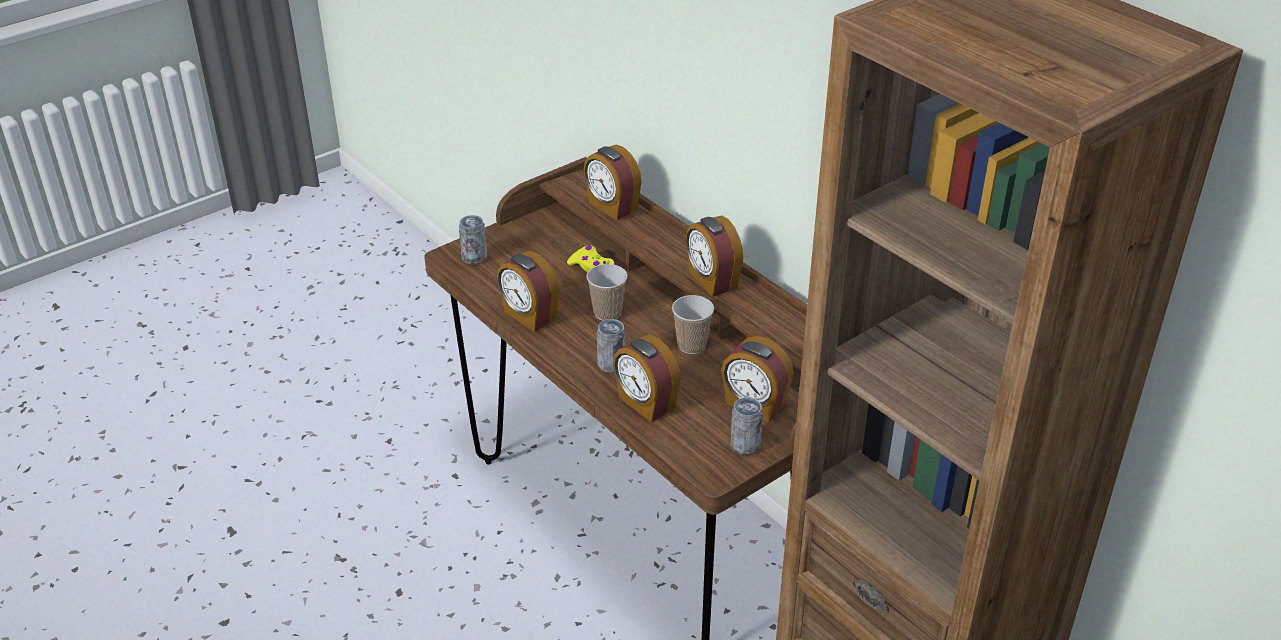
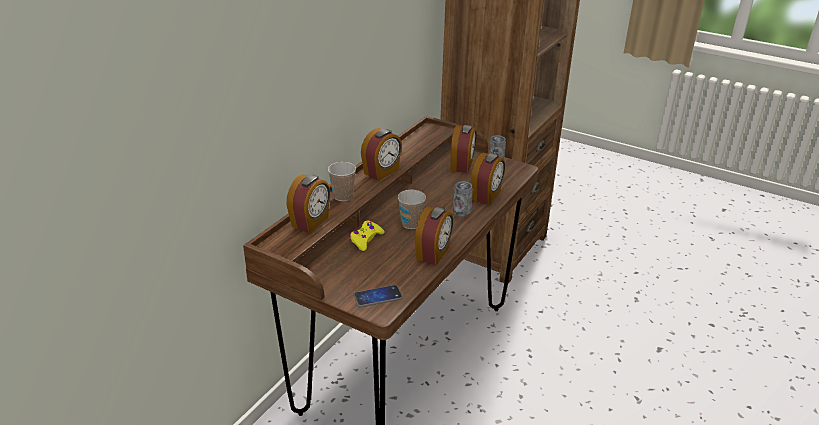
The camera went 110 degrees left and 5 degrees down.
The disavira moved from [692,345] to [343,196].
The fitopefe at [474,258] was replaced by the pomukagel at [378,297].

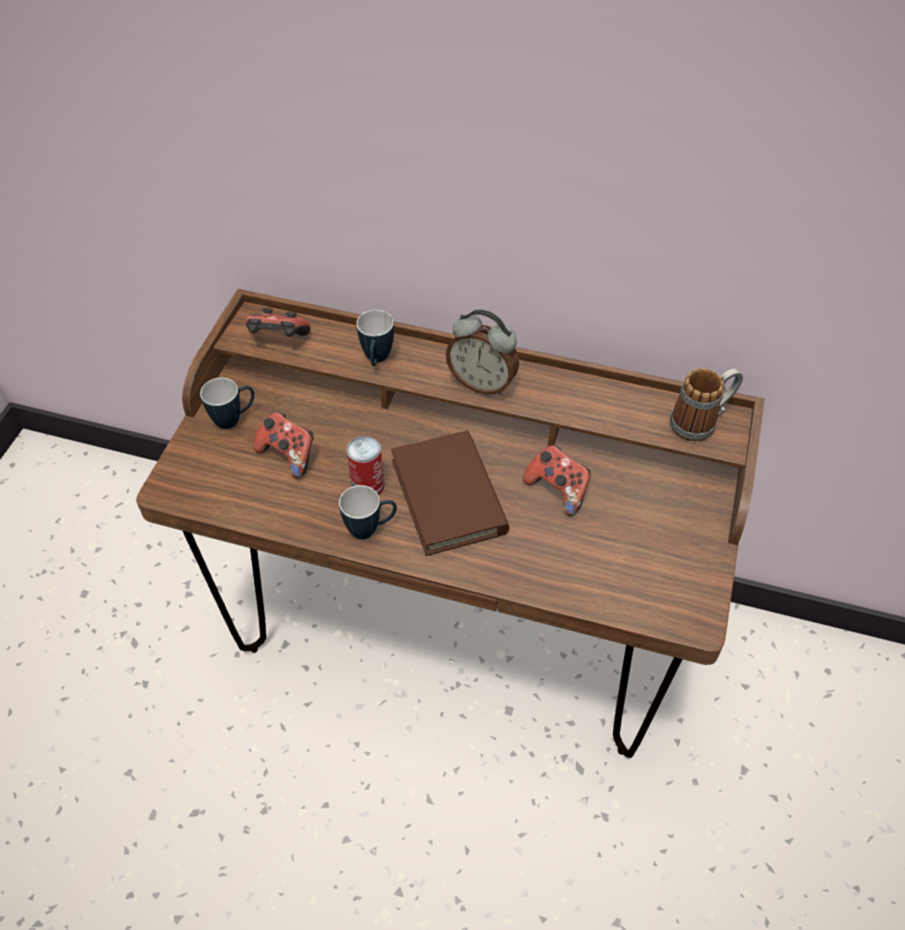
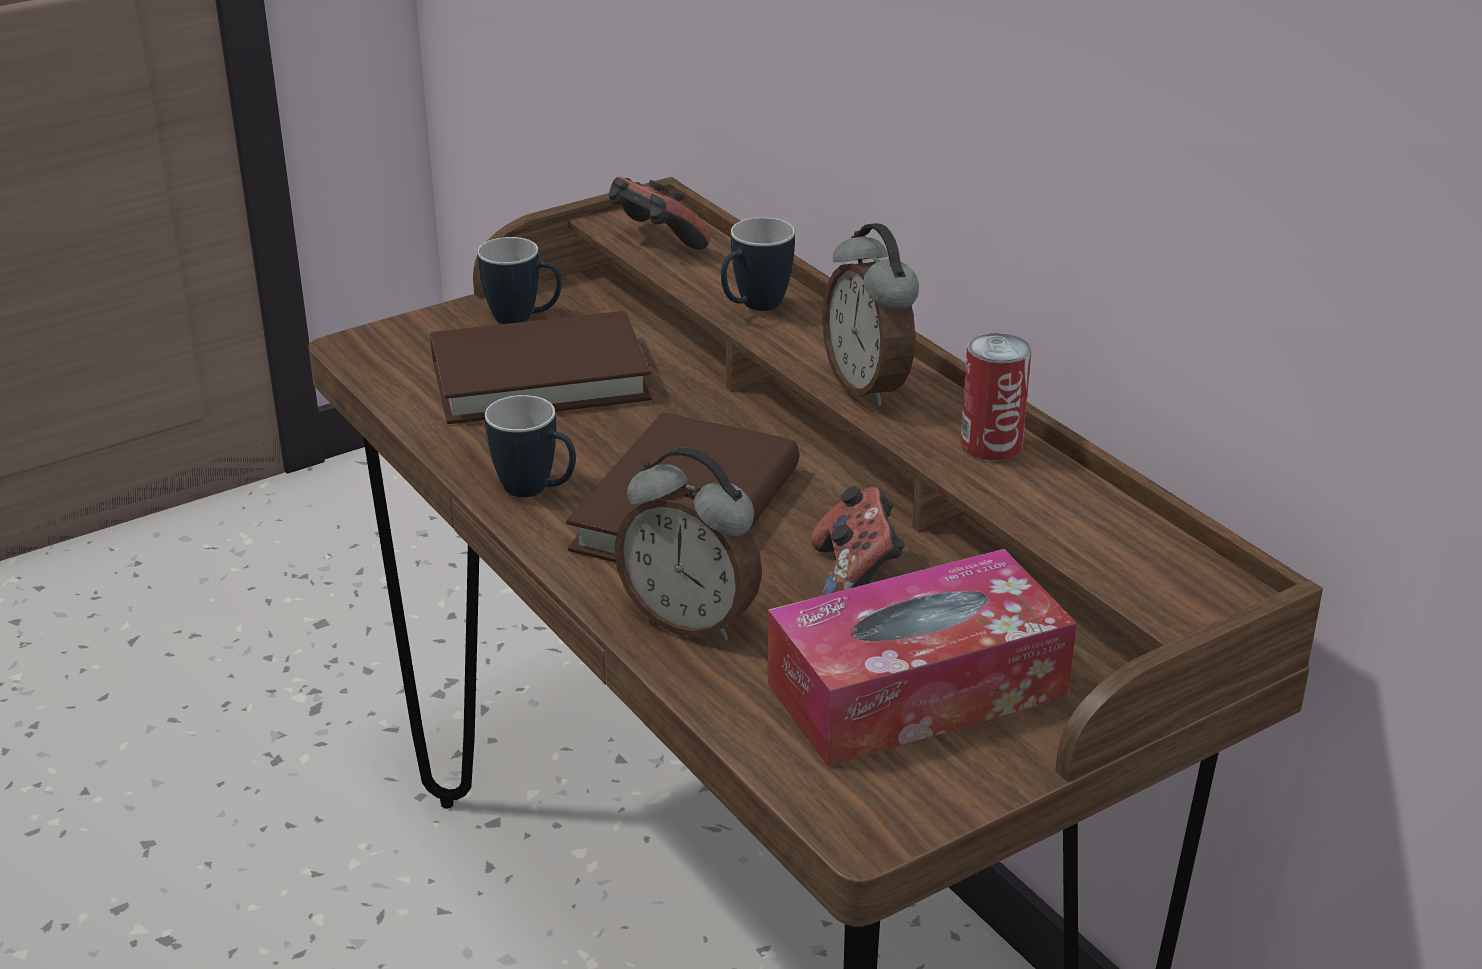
The camera went 40 degrees right and 20 degrees down.
The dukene at [288,455] was replaced by the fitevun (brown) at [539,378].
The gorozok at [691,620] appeared.
The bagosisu at [917,690] appeared.
The fitopefe moved from [368,485] to [991,444].
The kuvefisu at [701,422] disappeared.

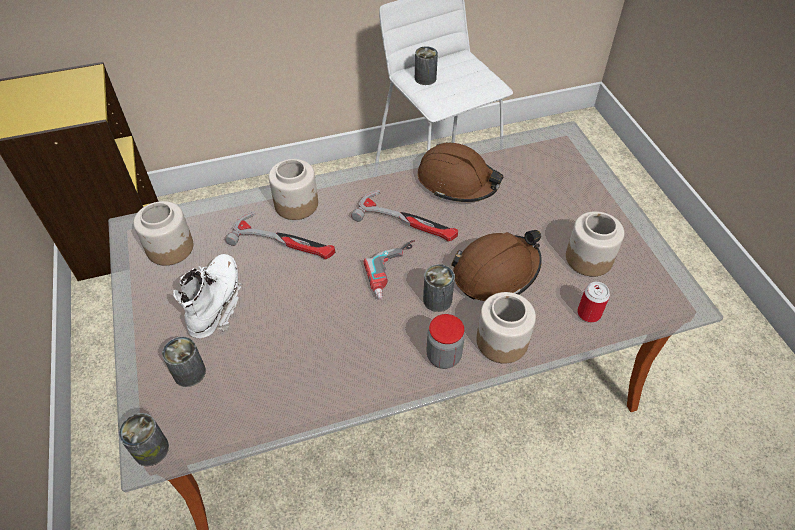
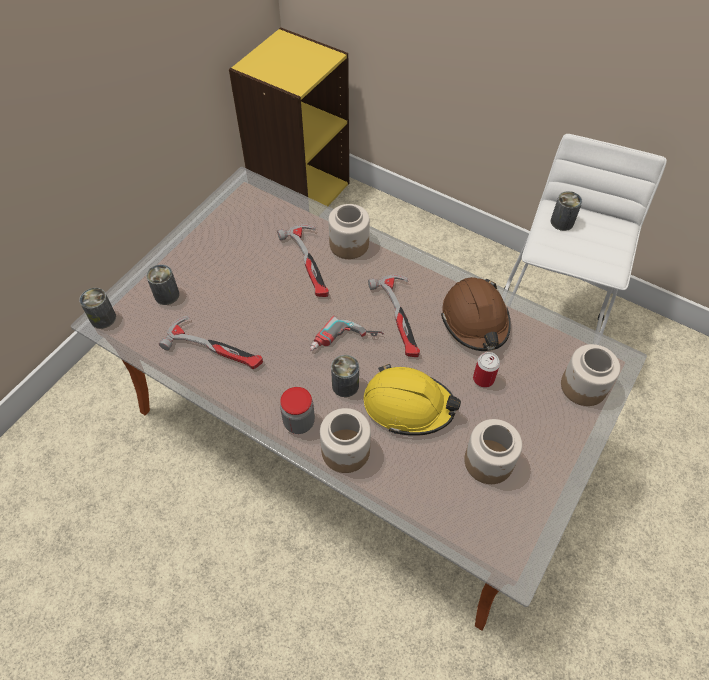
The camera went 50 degrees right and 5 degrees up.
The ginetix at [216,348] appeared.
The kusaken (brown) at [496,272] became the kusaken (yellow) at [408,405].
The fitopefe moved from [589,313] to [483,379].
The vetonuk moved from [171,248] to [584,387].
The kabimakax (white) at [216,305] disappeared.

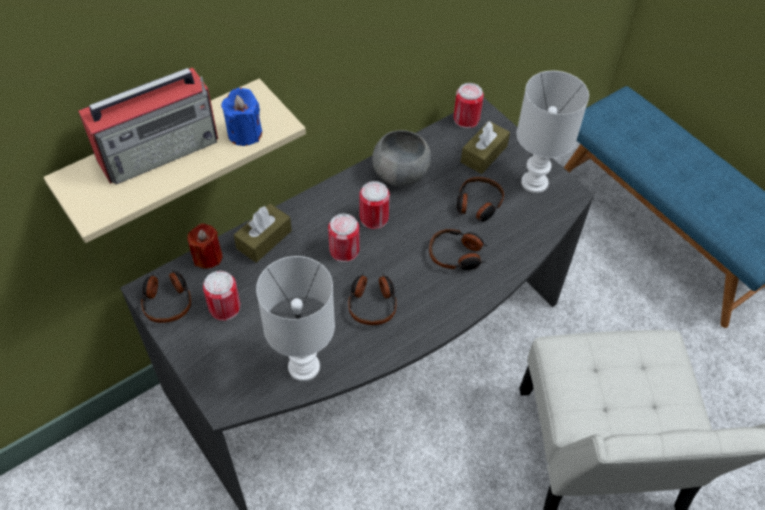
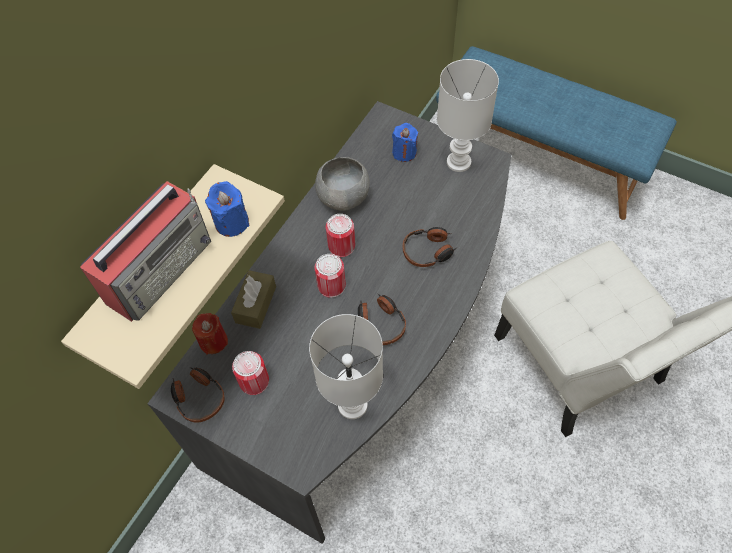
The camera went 20 degrees left and 5 degrees up.
The bagosisu (brown) at [484,154] was replaced by the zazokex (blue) at [404,152].
The fitopefe at [466,119] disappeared.
The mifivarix at [478,205] disappeared.

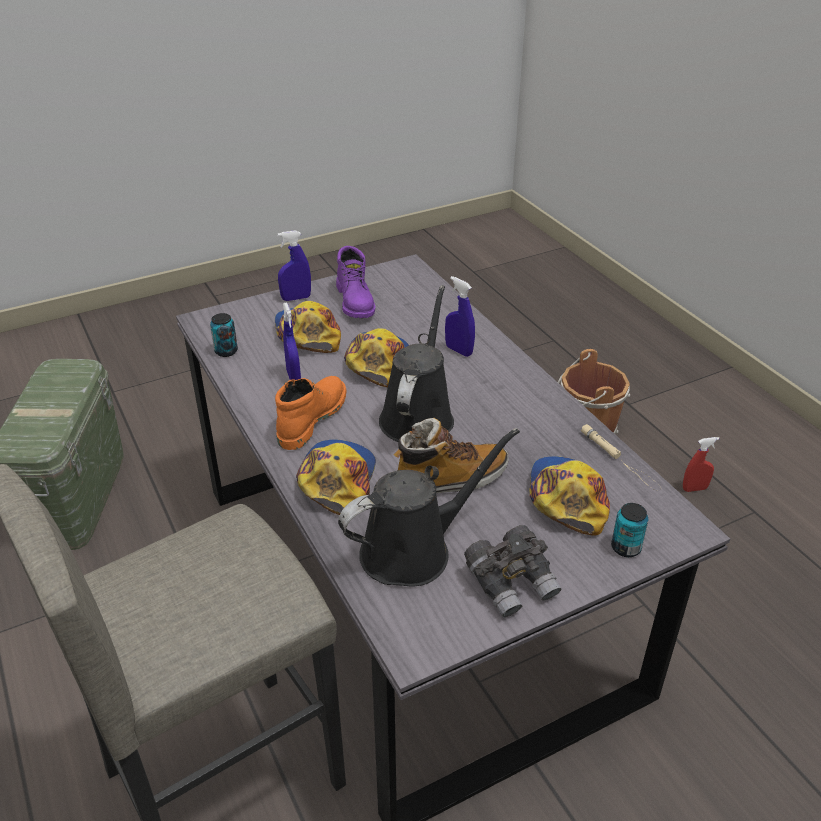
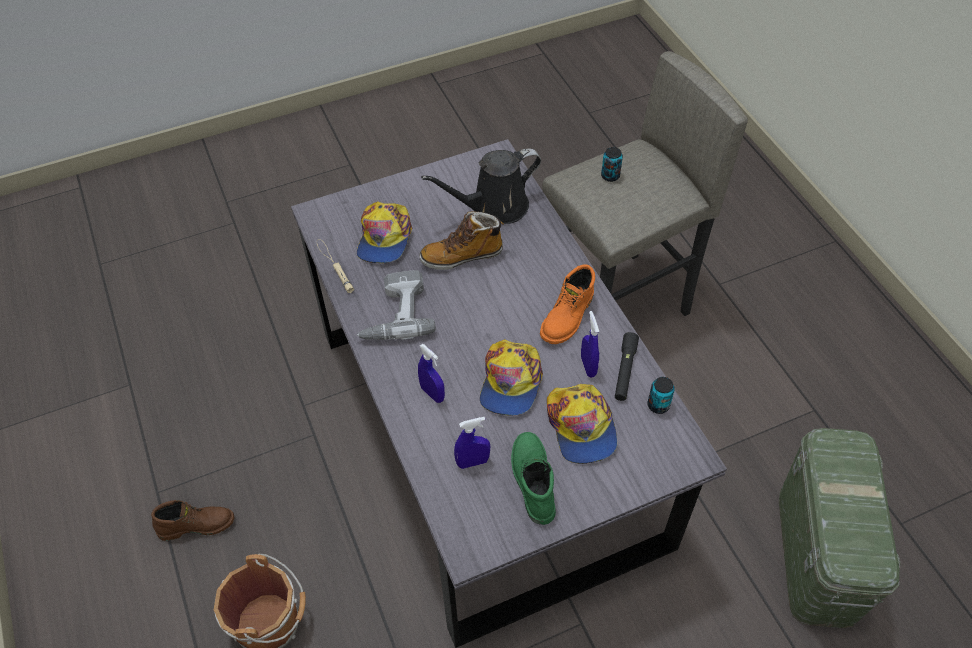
The camera went 175 degrees left and 15 degrees up.
The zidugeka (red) at [694,488] was replaced by the kabimakax (brown) at [197,524].
The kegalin at [394,314] appeared.
The zidugeka (blue) moved from [296,298] to [472,462].
The kabimakax (purple) at [356,302] became the kabimakax (green) at [532,480].
The fitopefe moved from [626,548] to [610,176].
The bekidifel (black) at [625,371] appeared.
The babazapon at [337,479] disappeared.
The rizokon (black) at [418,415] disappeared.
The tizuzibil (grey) at [512,583] disappeared.

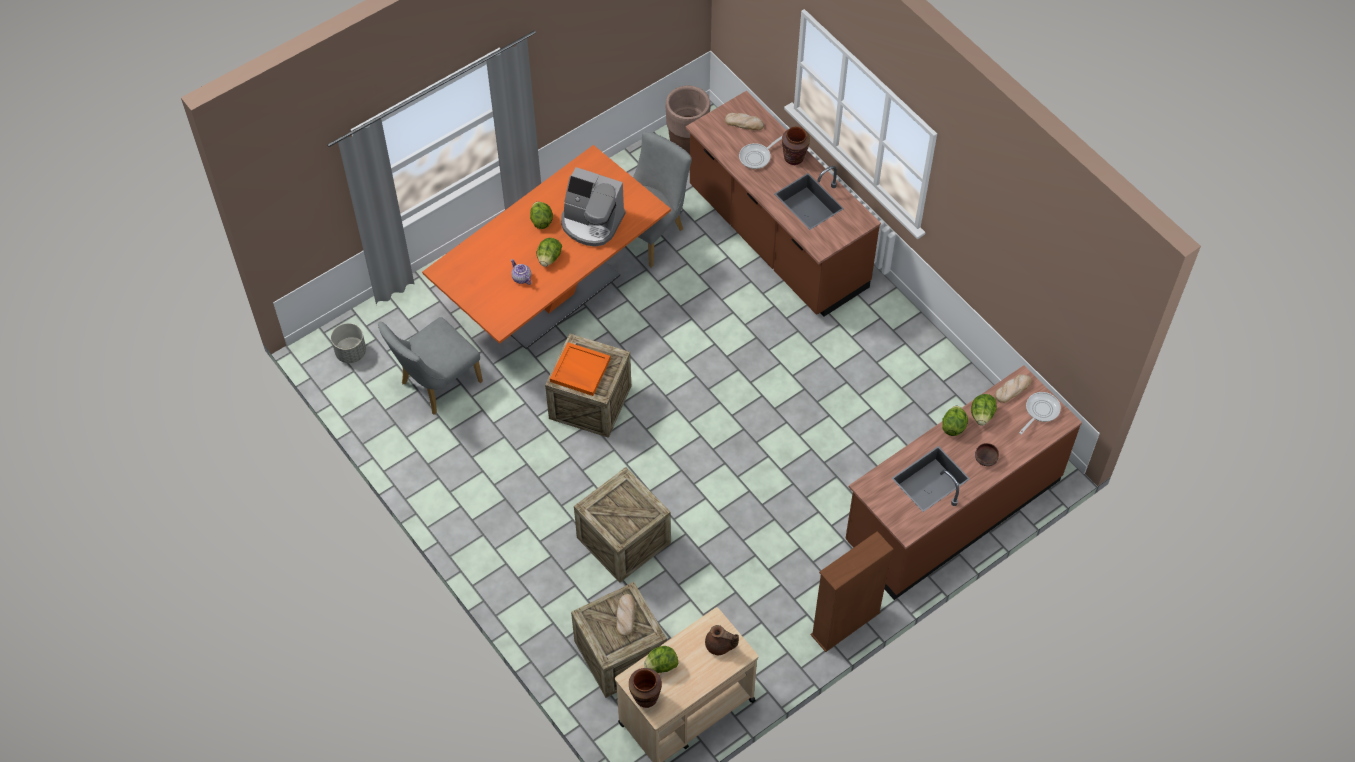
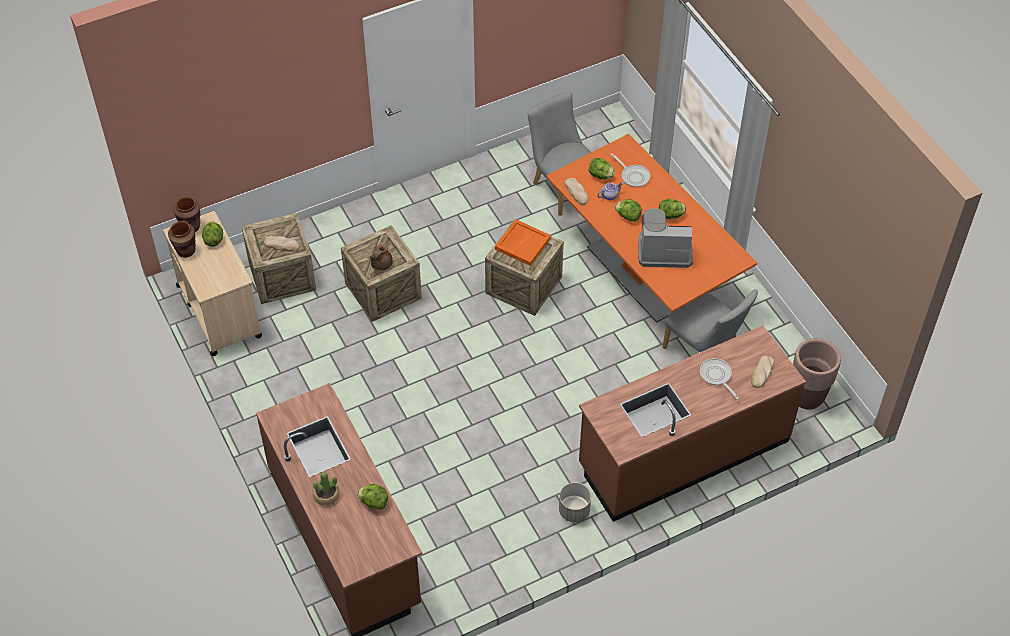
The camera went 100 degrees right and 5 degrees down.
The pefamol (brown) moved from [794,158] to [186,251].
The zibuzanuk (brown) at [986,458] was replaced by the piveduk at [326,495].
The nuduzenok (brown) moved from [720,645] to [381,265].
The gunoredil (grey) moved from [351,352] to [574,511].
The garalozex moved from [1013,389] to [576,192].
The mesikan moved from [953,426] to [600,176].
The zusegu moved from [1040,411] to [633,176].
The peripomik at [591,222] turned 60 degrees clockwise.
The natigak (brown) at [845,624] disappeared.

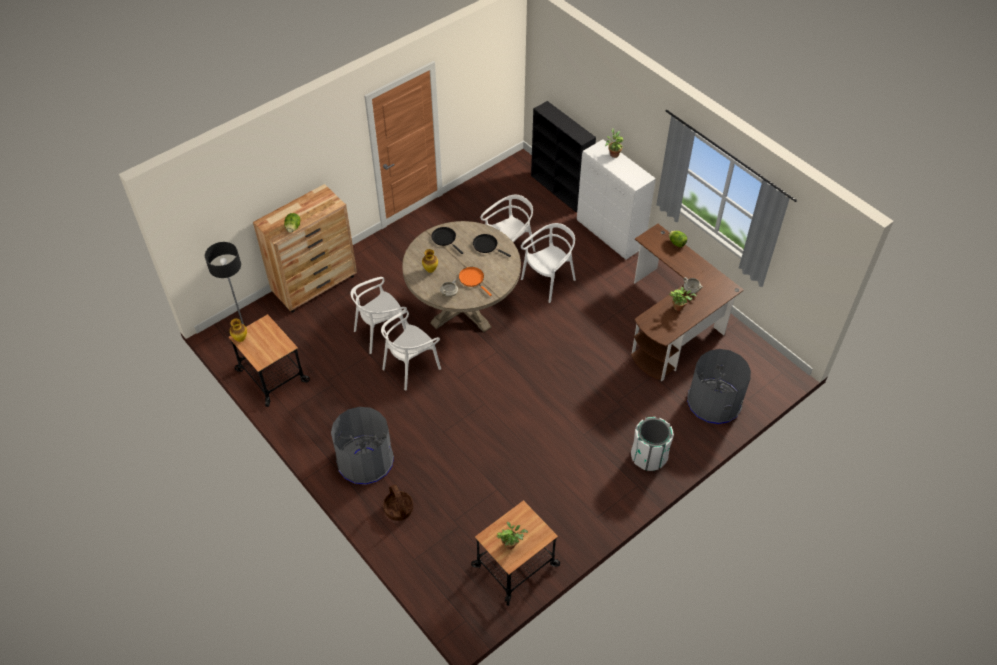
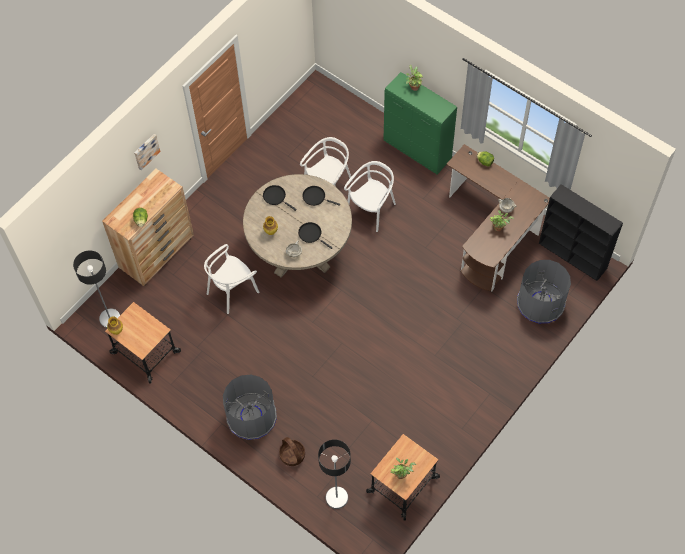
The camera went 10 degrees left and 10 degrees up.
The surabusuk at [146,151] appeared.
The zusegu (orange) at [472,279] became the zusegu (black) at [311,234].
The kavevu at [336,497] appeared.
The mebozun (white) at [610,235] became the mebozun (green) at [418,151].
The natigak (black) moved from [560,190] to [573,256].
The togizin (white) at [411,367] disappeared.
The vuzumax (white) at [649,456] disappeared.

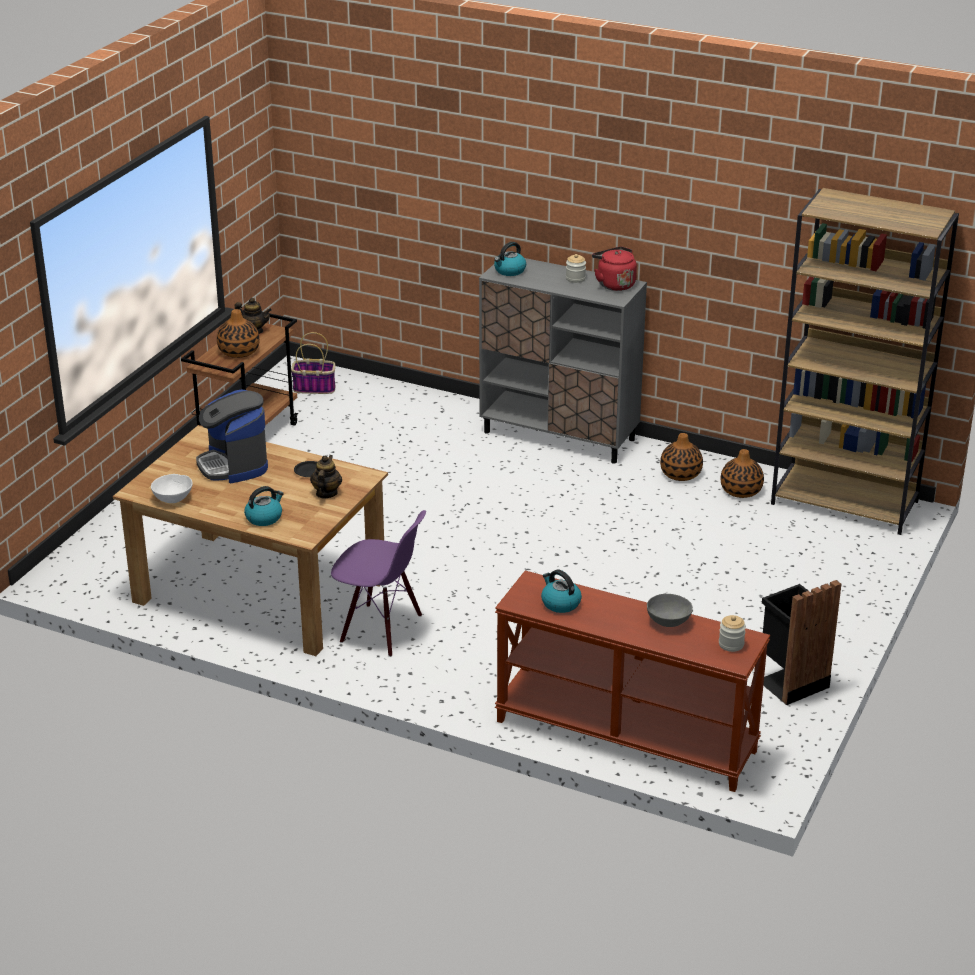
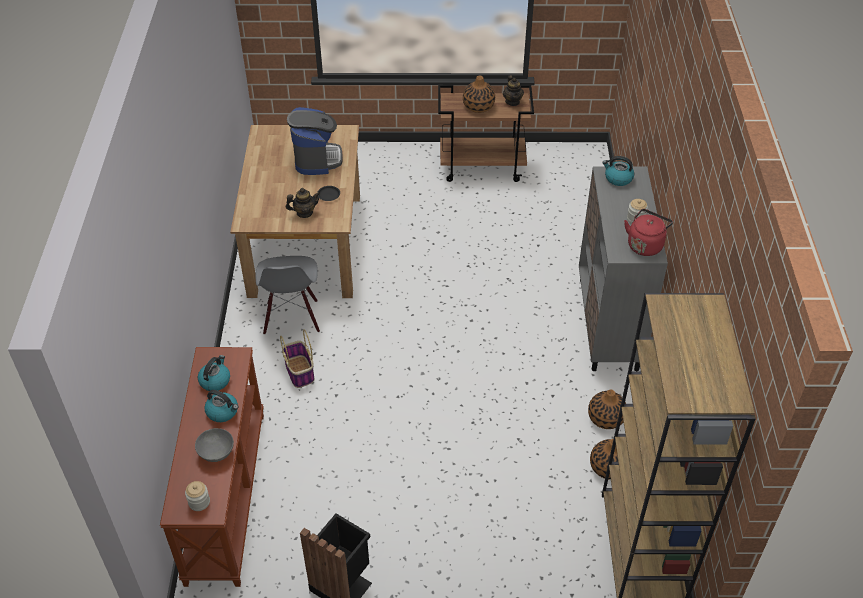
The camera went 65 degrees right and 15 degrees up.
The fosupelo moved from [264,517] to [223,412].
The togizin (purple) at [381,629] became the togizin (grey) at [292,317].
The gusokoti moved from [315,388] to [300,372].
The peripomik at [234,465] turned 135 degrees clockwise.
The zibuzanuk (white) at [173,498] disappeared.

